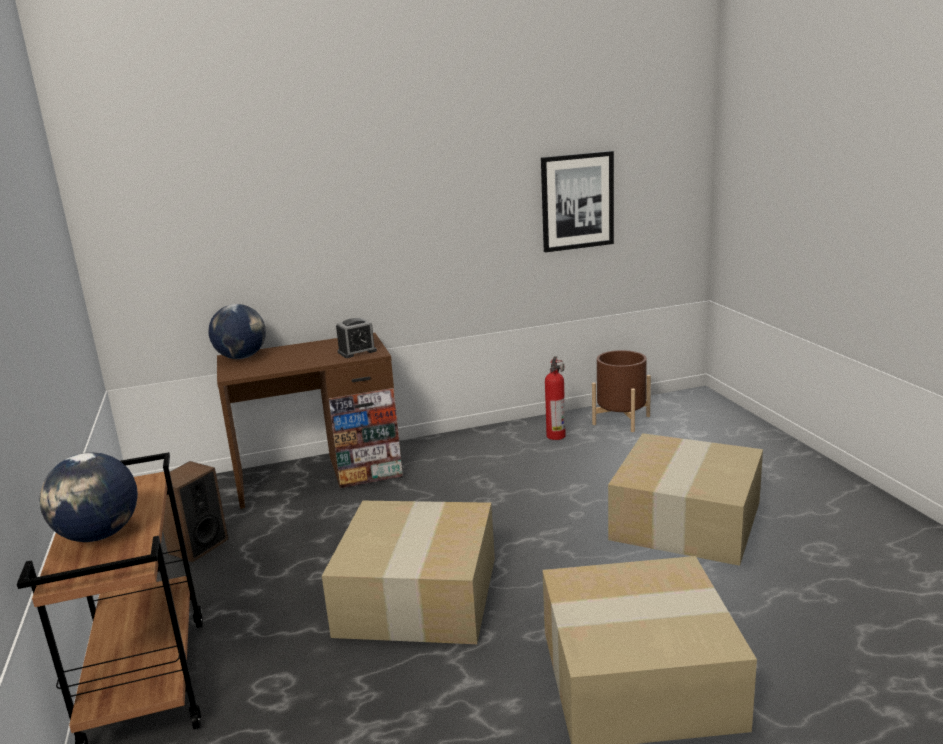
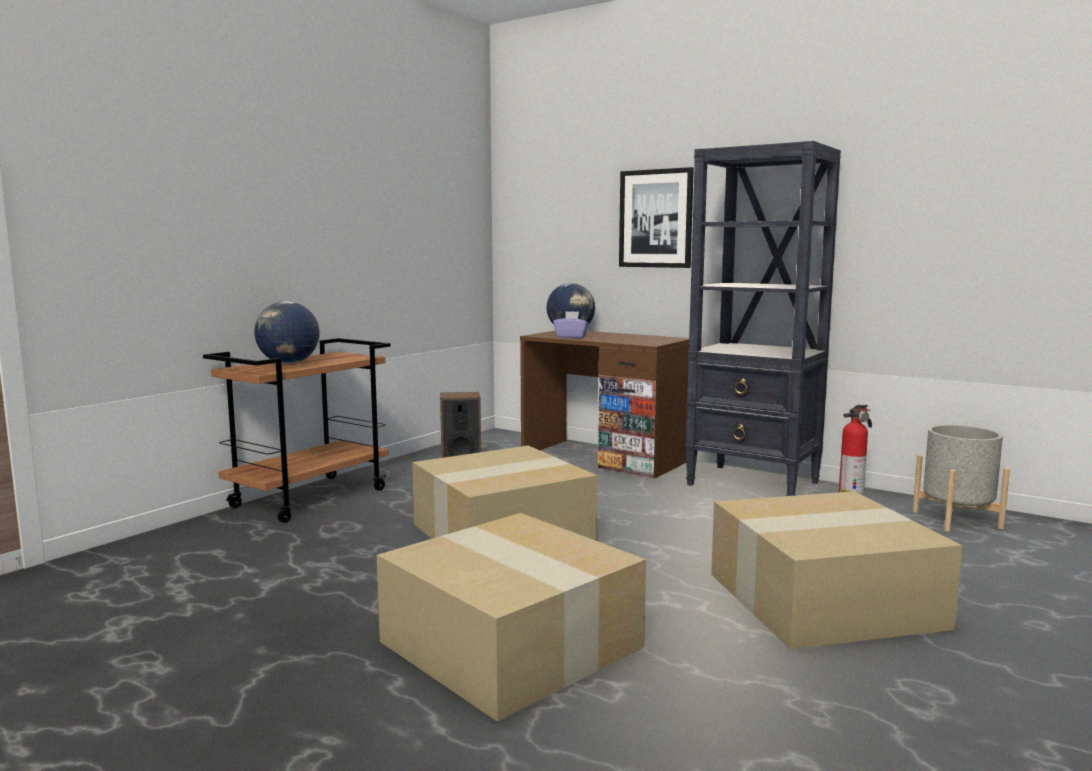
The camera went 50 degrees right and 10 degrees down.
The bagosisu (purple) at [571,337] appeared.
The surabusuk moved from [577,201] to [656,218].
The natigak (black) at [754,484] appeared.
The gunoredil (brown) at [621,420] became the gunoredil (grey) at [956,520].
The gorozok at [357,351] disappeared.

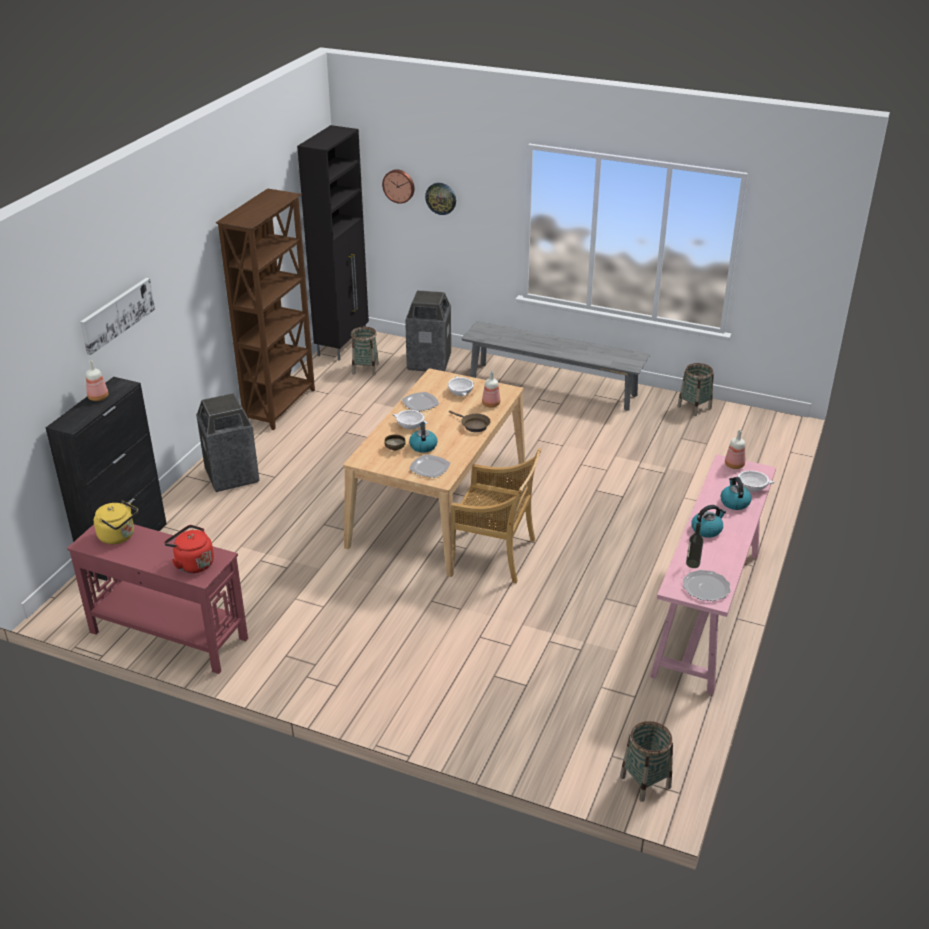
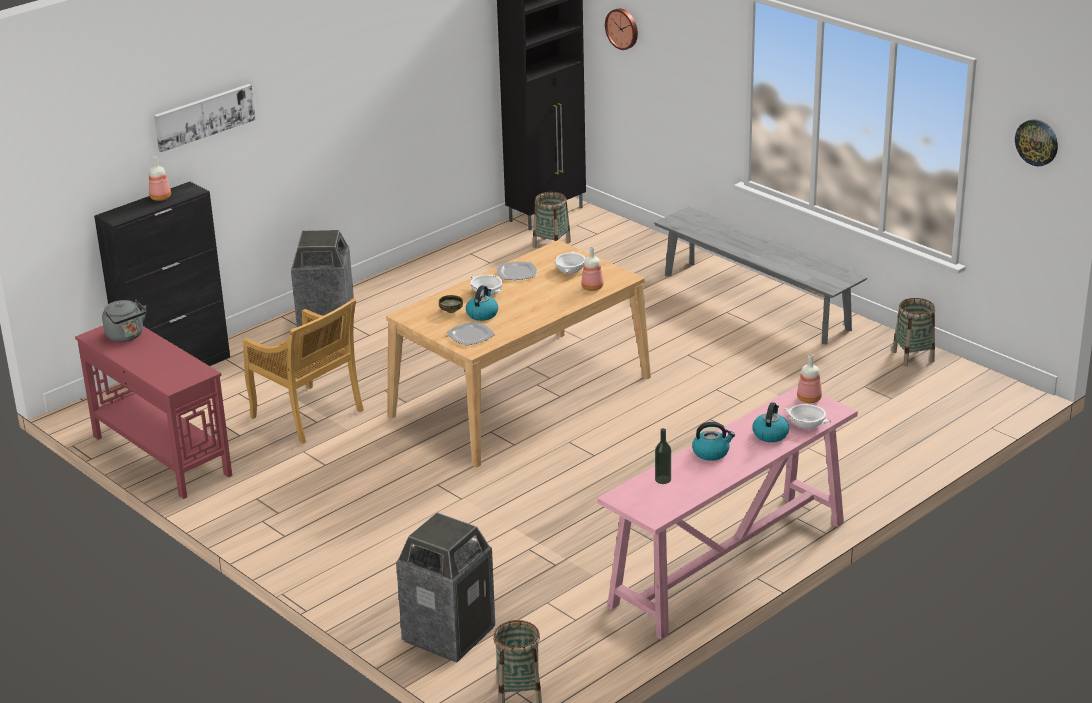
The camera went 25 degrees right and 5 degrees down.
The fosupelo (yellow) at [119,536] became the fosupelo (grey) at [126,336].
The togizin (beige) moved from [494,555] to [308,415].
The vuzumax moved from [429,362] to [449,634].
The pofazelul moved from [441,198] to [1037,142].
The fosupelo (red) at [192,563] disappeared.
The natigak (brown) at [281,406] disappeared.
The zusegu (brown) at [473,425] disappeared.
The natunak at [705,587] disappeared.

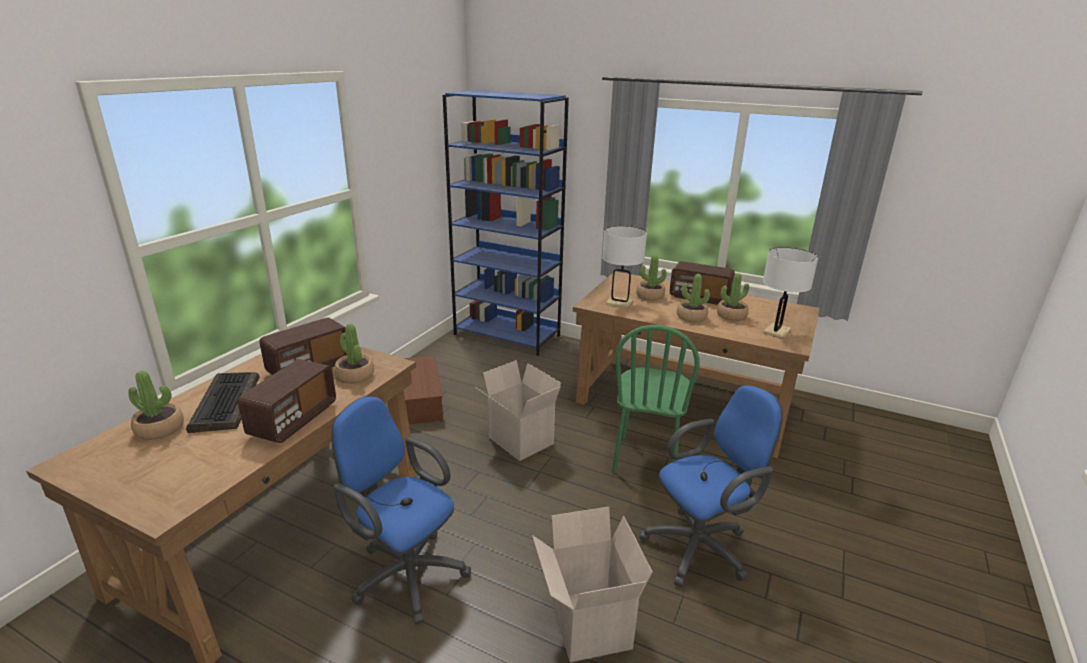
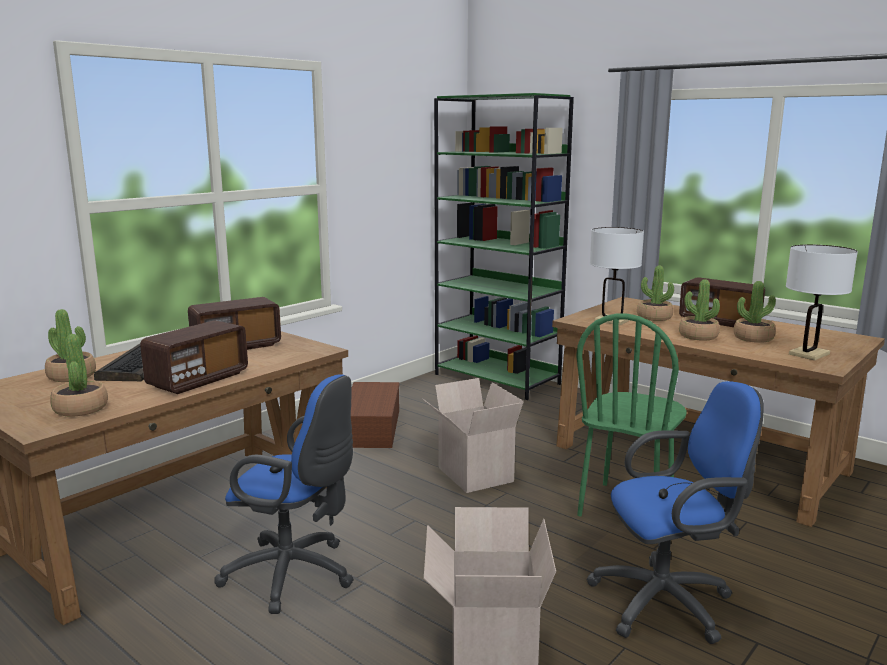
The camera went 15 degrees right and 10 degrees down.
The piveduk moved from [355,376] to [80,409].
The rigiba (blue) at [405,572] turned 150 degrees clockwise.
The natigak (blue) at [507,335] became the natigak (green) at [497,379].

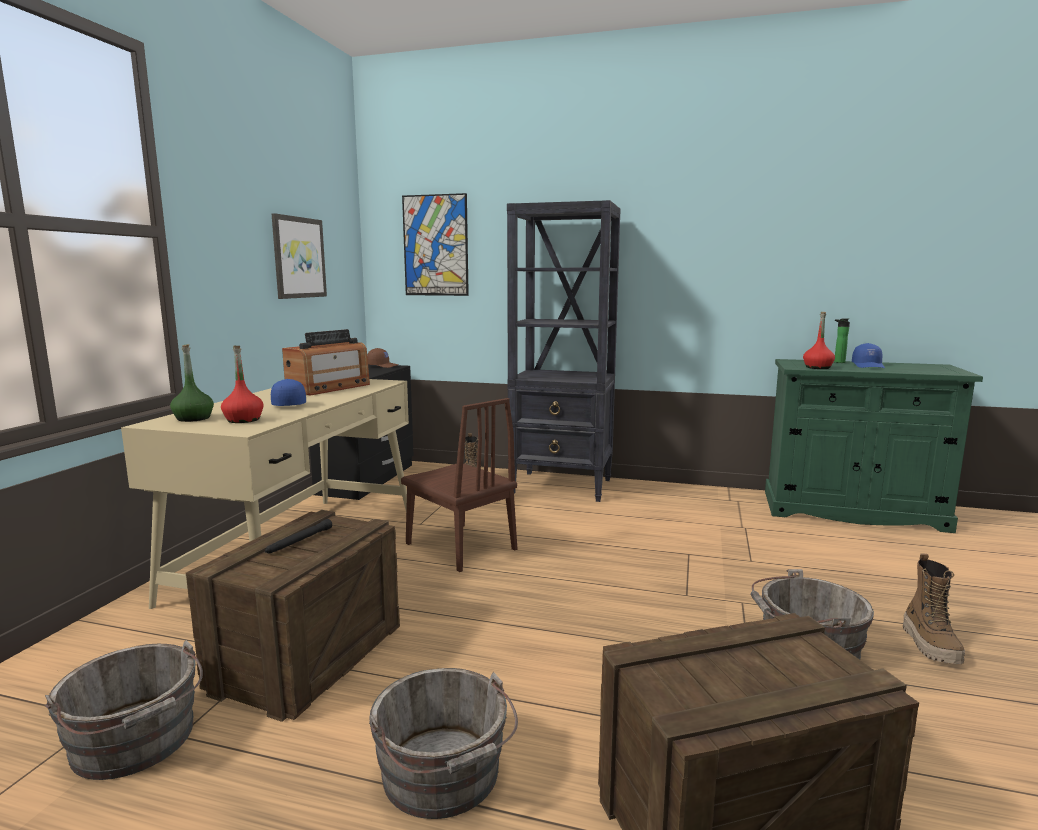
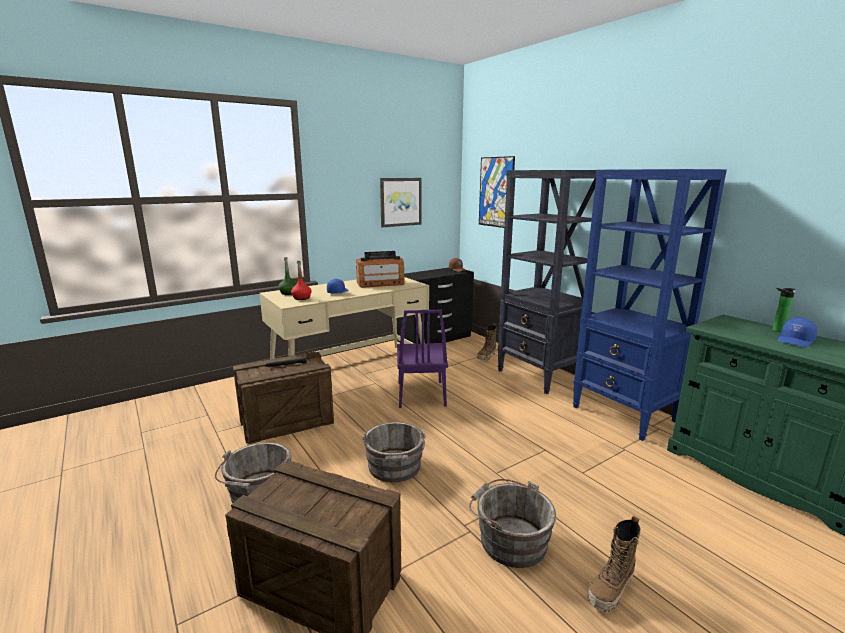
The camera went 40 degrees right and 5 degrees up.
The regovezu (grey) moved from [136,743] to [394,468].
The togizin (brown) at [460,546] became the togizin (purple) at [421,394].
The natigak (blue) at [624,414] appeared.
The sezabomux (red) at [817,367] disappeared.

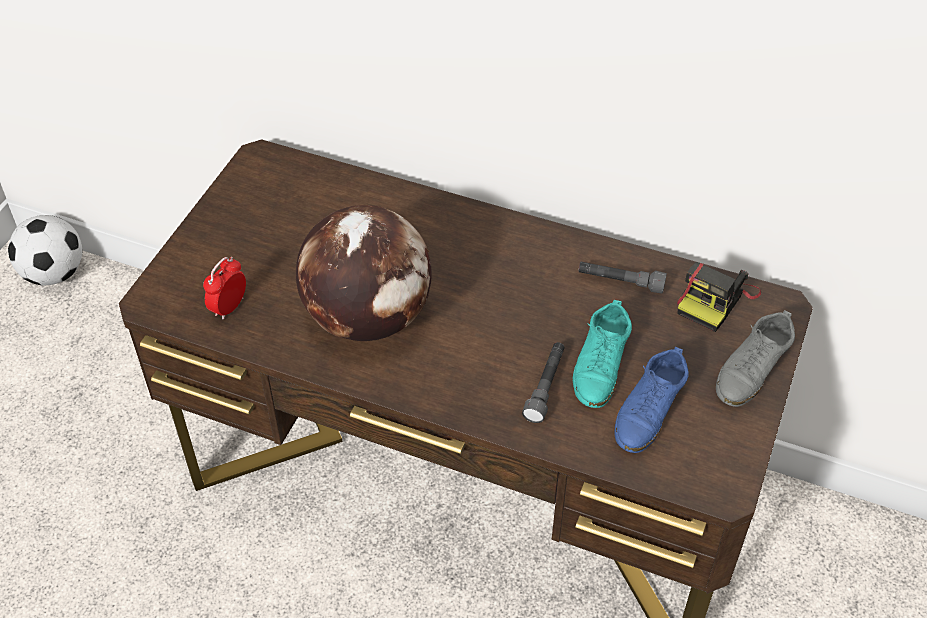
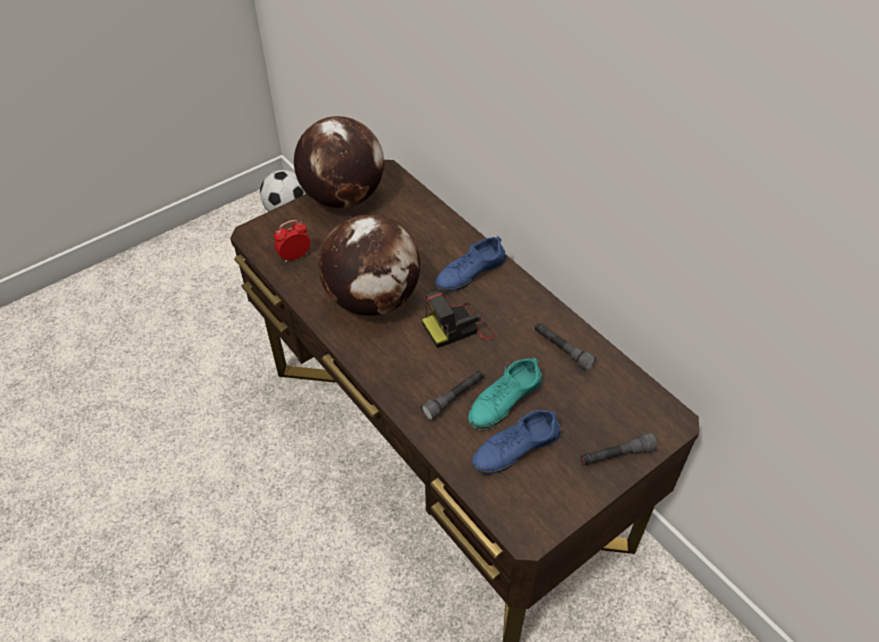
The camera went 30 degrees right and 0 degrees up.
The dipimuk at [343,197] appeared.
The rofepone moved from [715,299] to [458,328].
The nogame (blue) at [470,272] appeared.
The nogame (grey) at [752,368] was replaced by the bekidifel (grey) at [616,455].

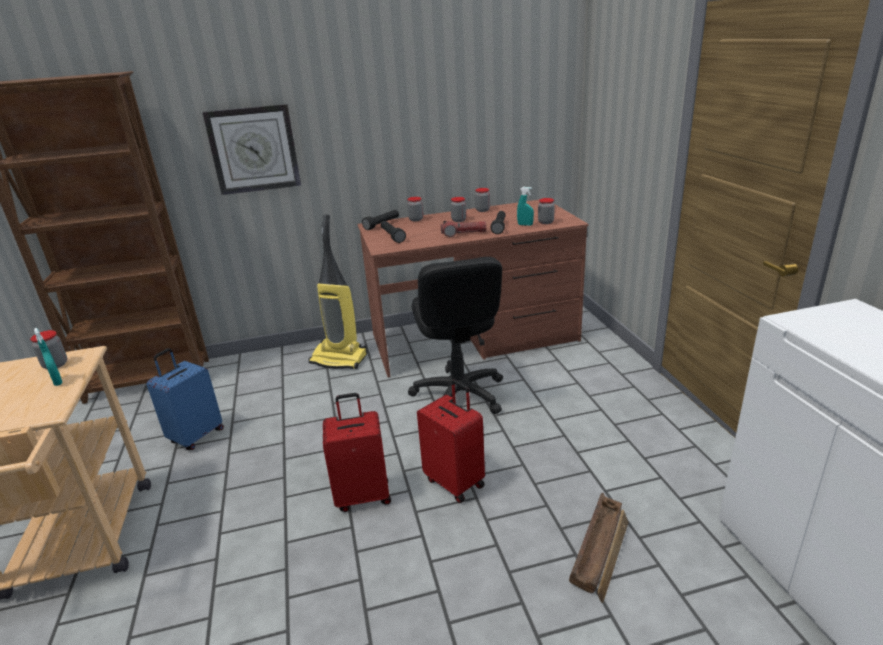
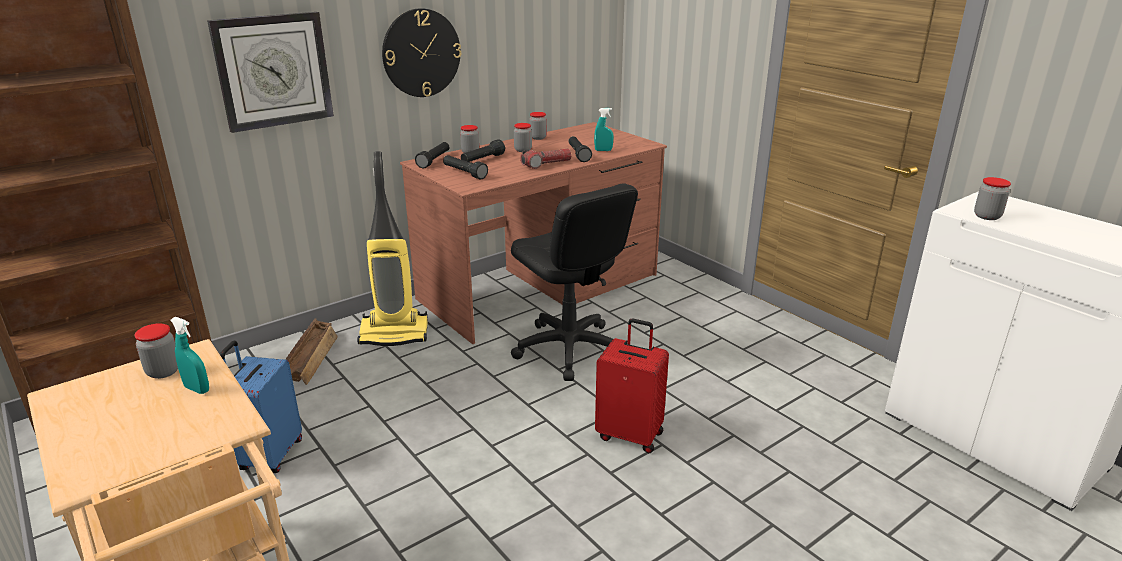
The camera went 25 degrees left and 0 degrees up.
The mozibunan moved from [600,550] to [311,357].
The pofazelul at [421,53] appeared.
The bekidifel (black) at [482,160] appeared.
The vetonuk moved from [546,222] to [987,216].
The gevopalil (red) at [363,495] disappeared.

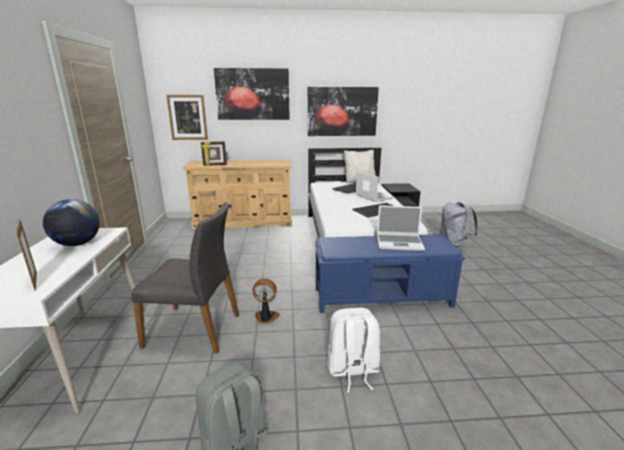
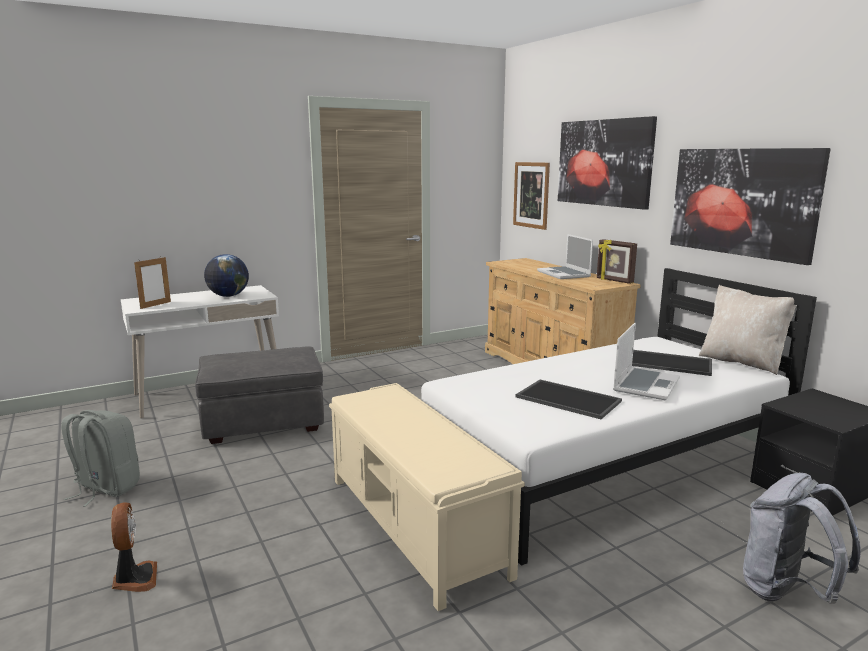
The camera went 65 degrees right and 5 degrees down.
The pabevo moved from [266,318] to [134,579].
The togizin (grey) at [195,329] was replaced by the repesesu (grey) at [263,422].
The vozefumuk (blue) at [383,297] became the vozefumuk (beige) at [415,525].
The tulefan moved from [399,243] to [564,274].
The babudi moved from [215,165] to [614,281].
The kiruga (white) at [352,370] disappeared.

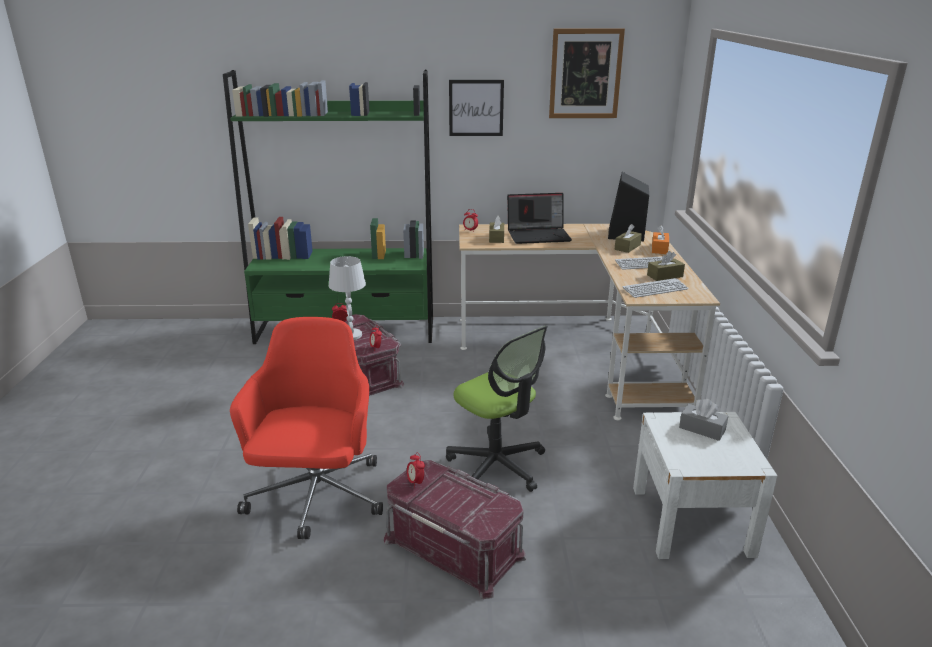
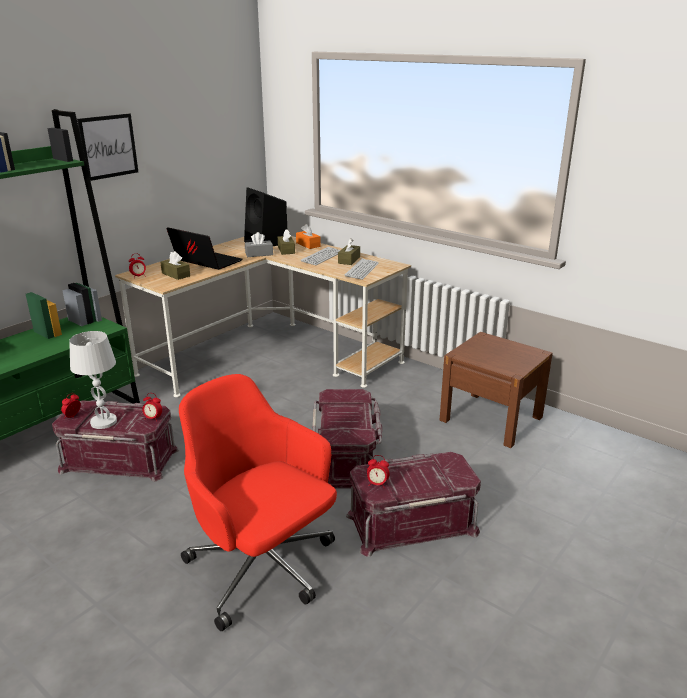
The camera went 50 degrees left and 0 degrees up.
The tulefan at [539,235] turned 90 degrees counterclockwise.
The bagosisu (grey) moved from [702,429] to [259,254].
The rigiba at [497,466] was replaced by the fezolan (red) at [347,458].
The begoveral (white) at [691,521] became the begoveral (brown) at [491,418].
The surabusuk at [585,74] disappeared.

